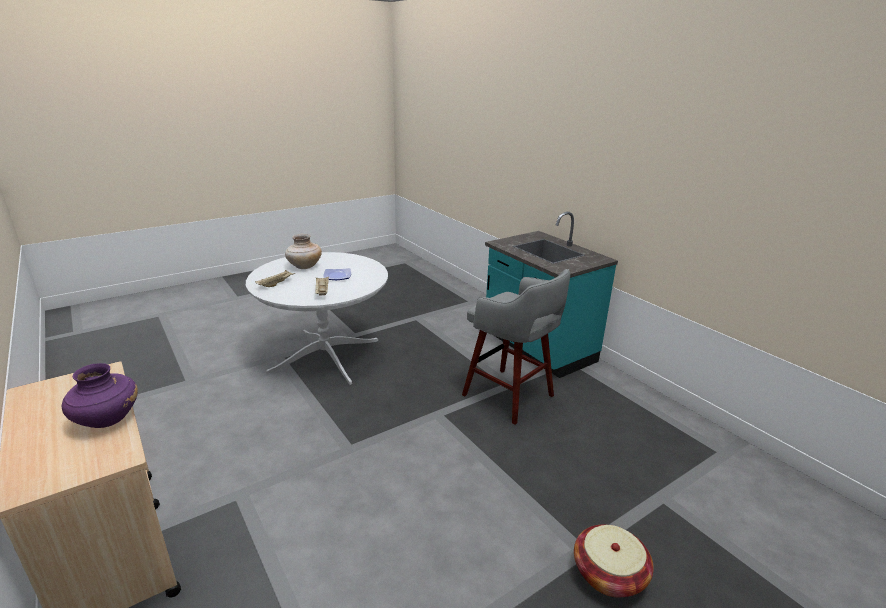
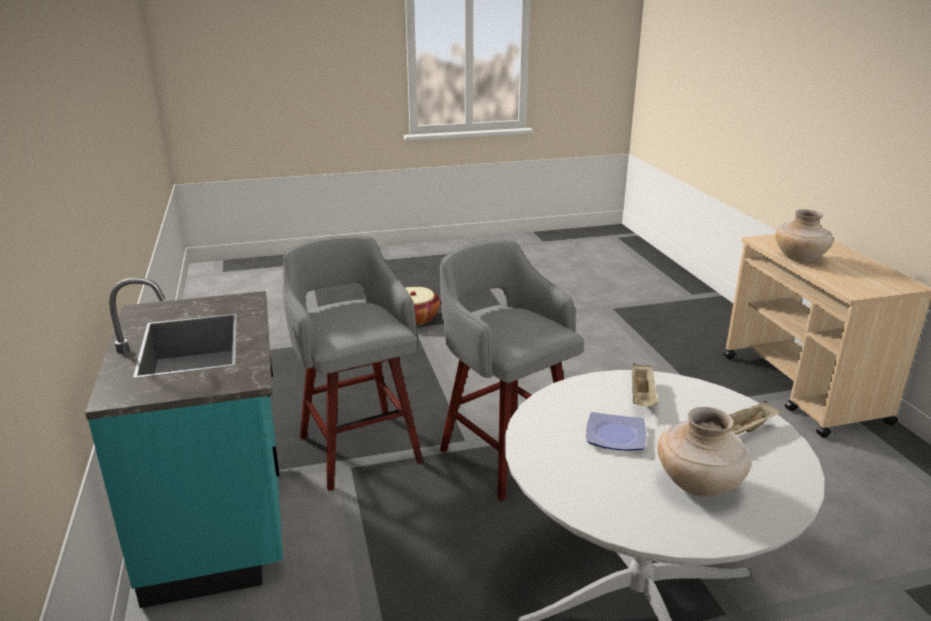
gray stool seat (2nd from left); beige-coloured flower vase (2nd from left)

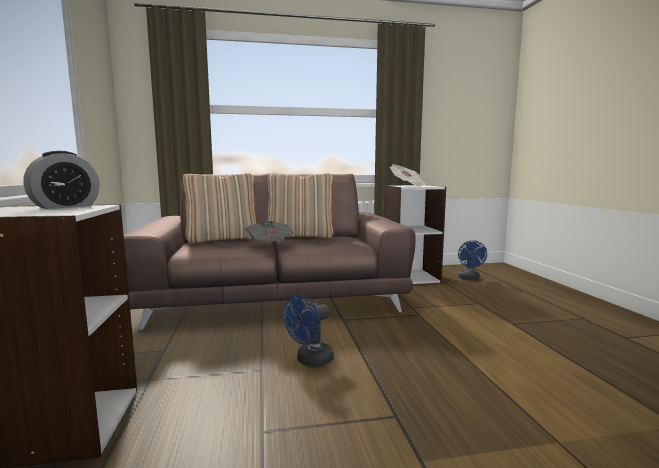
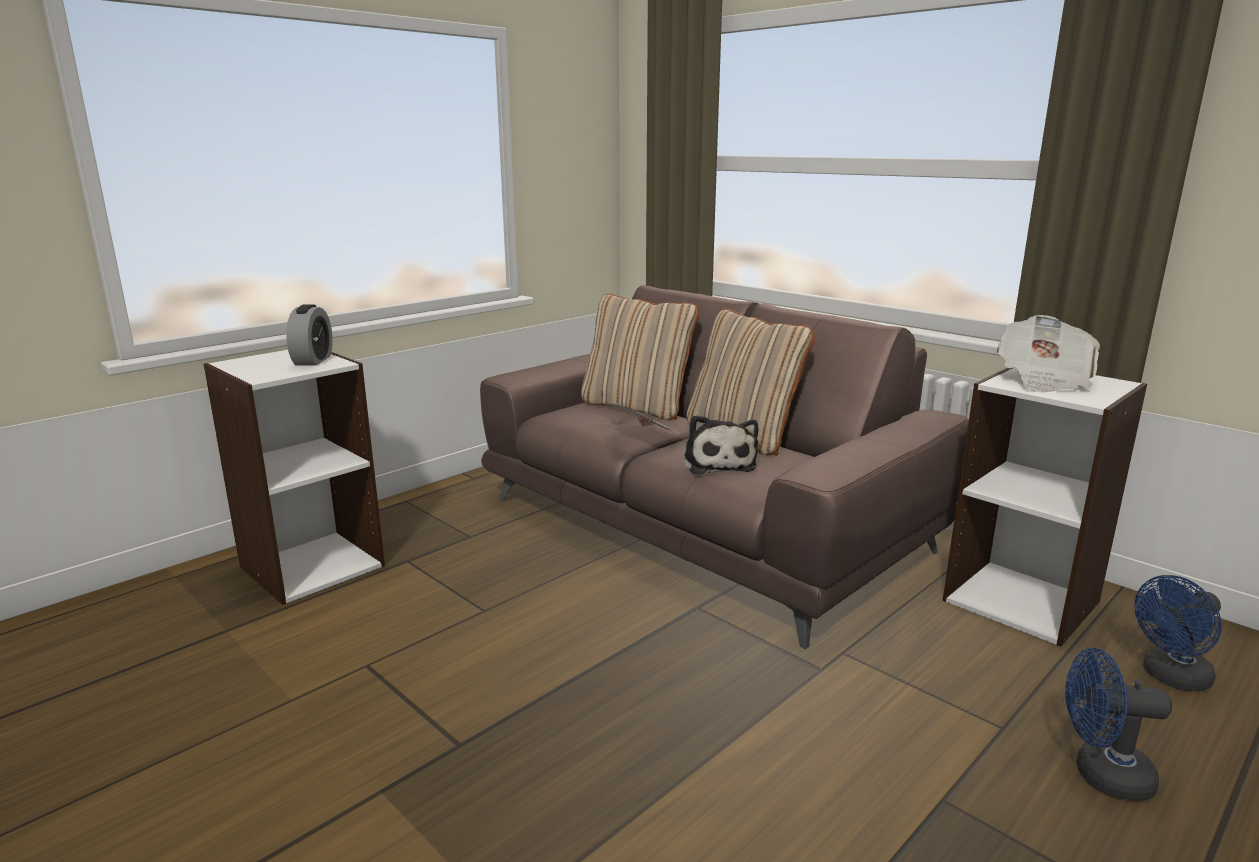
soft toy; blue-coloured fan (1st from left); bedside clock

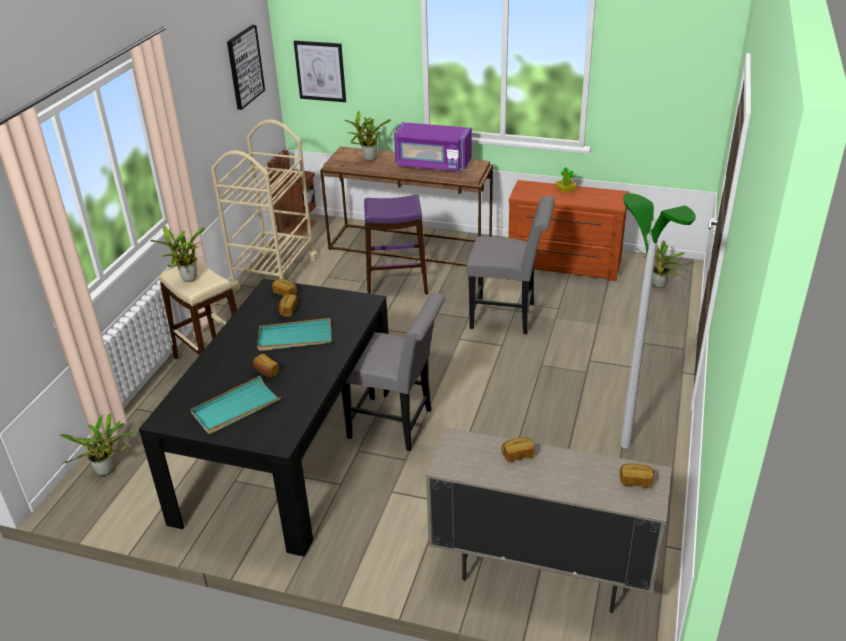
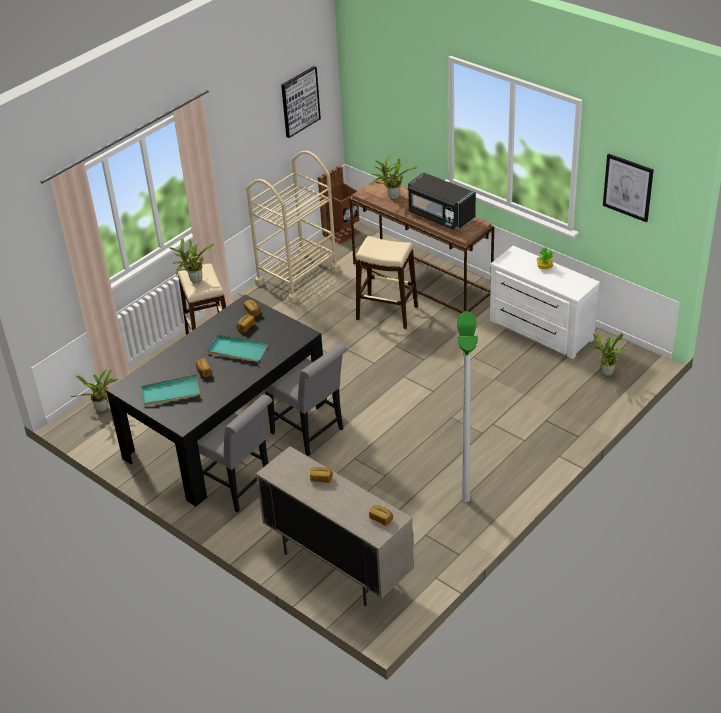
wall art (2nd from left); gray upright chair (1st from left); beige-coloured stool seat (2nd from left); black-coloured microwave oven; whitish dresser

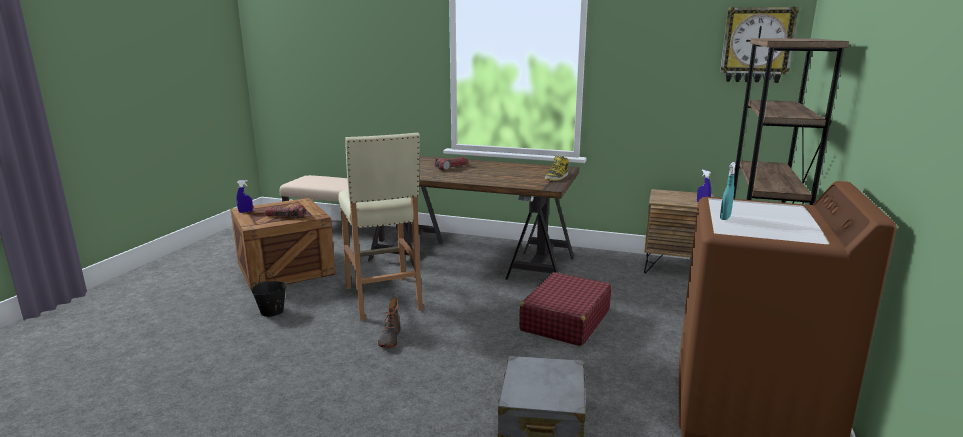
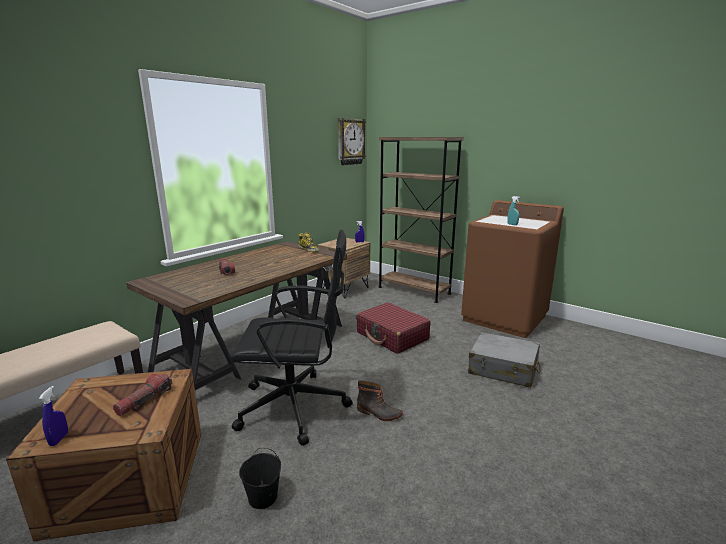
black-coloured desk chair

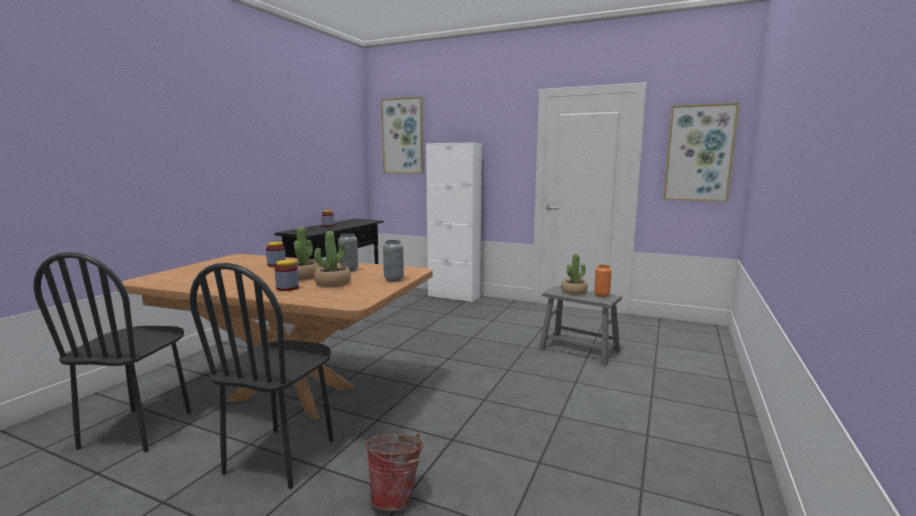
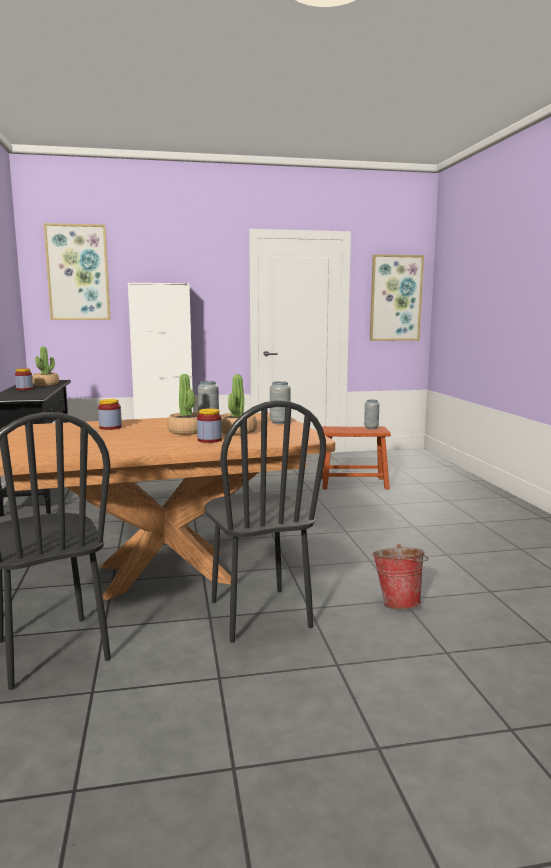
houseplant (1st from left); brown stool seat; gray flower vase (3rd from left)

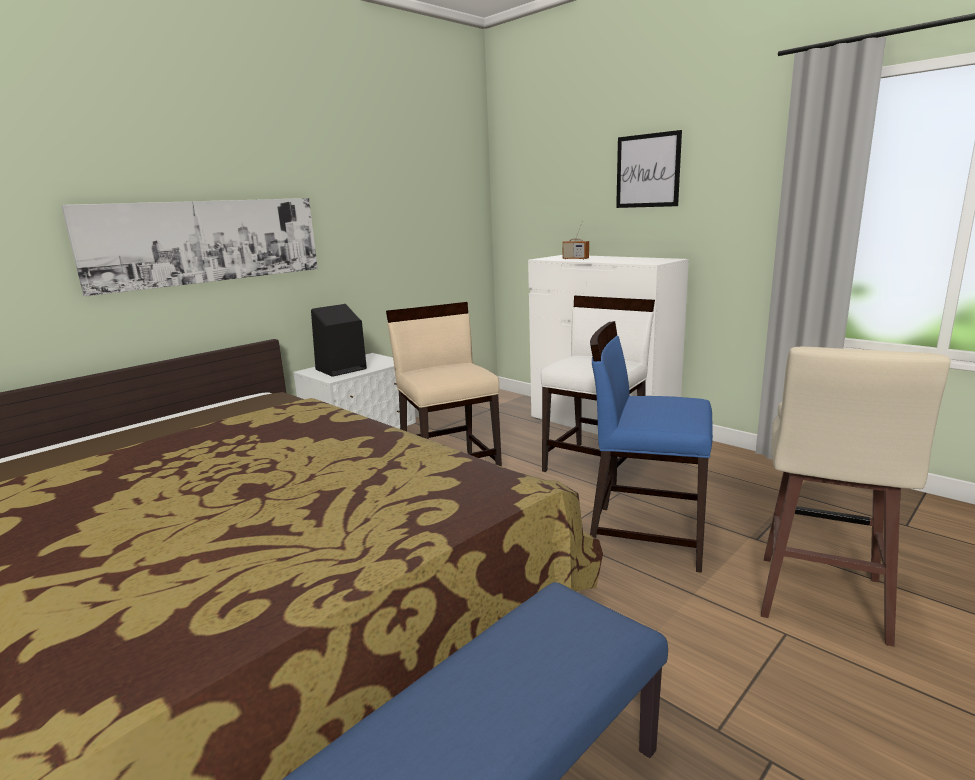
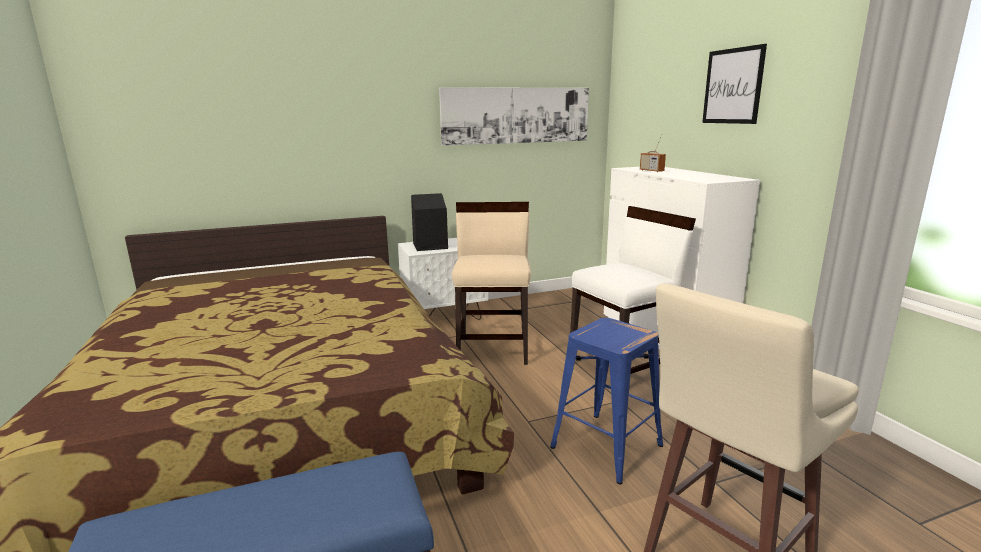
wall art (1st from left); blue-coloured stool seat

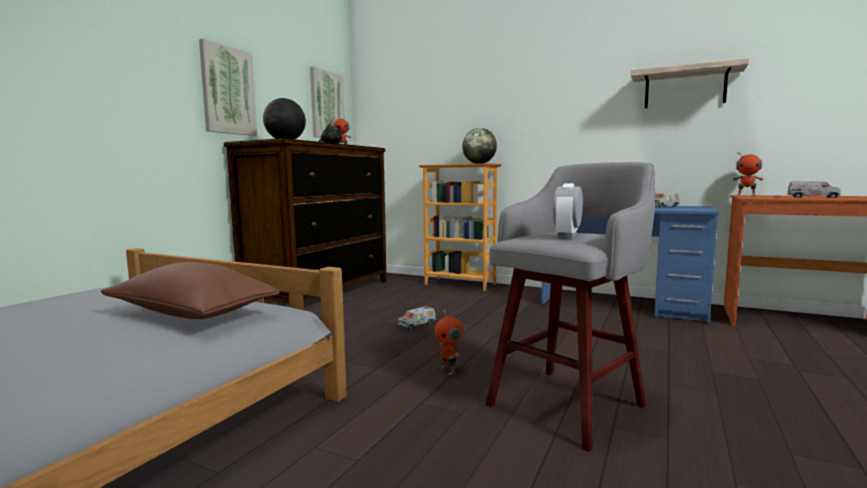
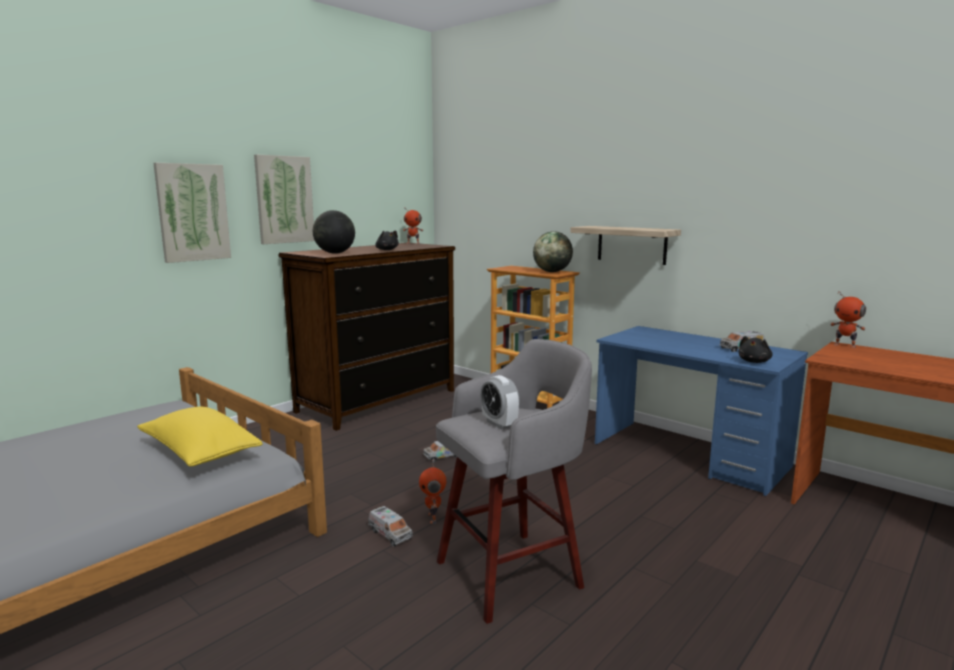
black-coloured soft toy (2nd from left); wall art (1st from left); bracket shelf; model truck (1st from left); yellow pillow; bedside clock

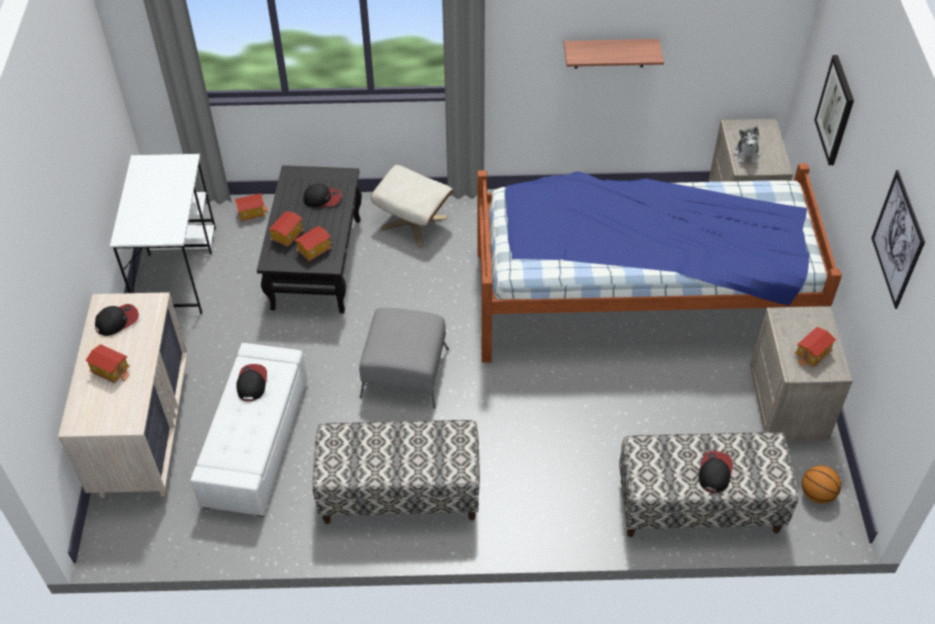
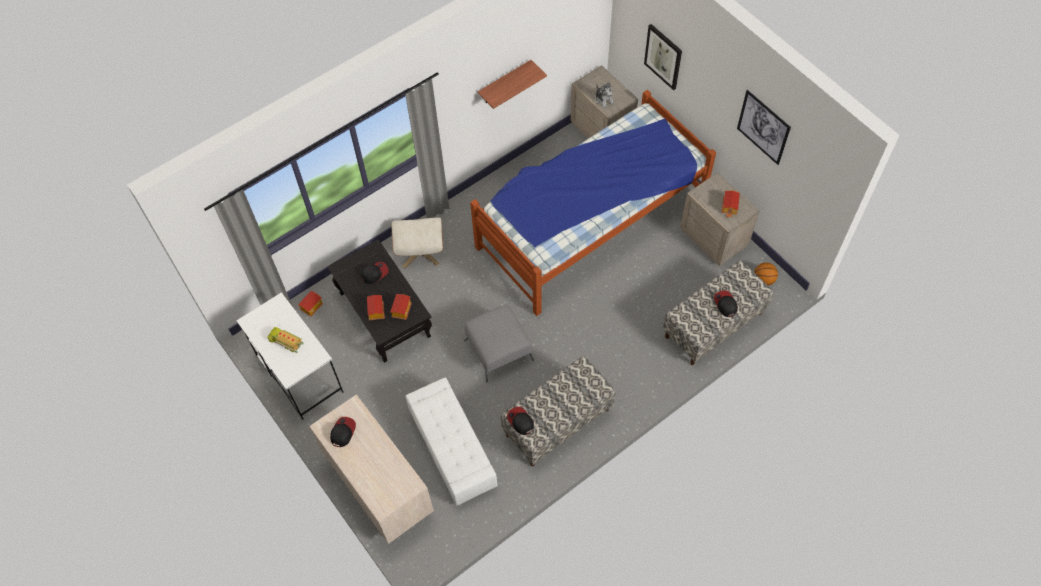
toy house (1st from left in the first image); model truck; cap (3rd from left)

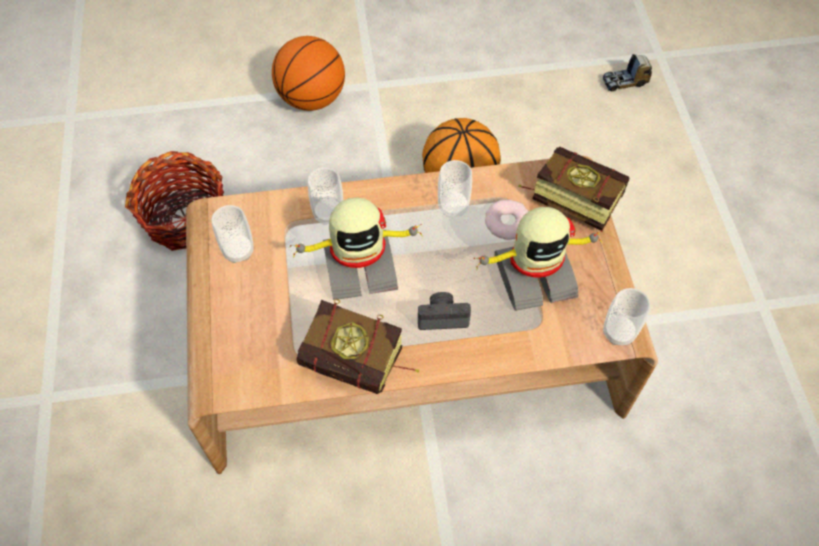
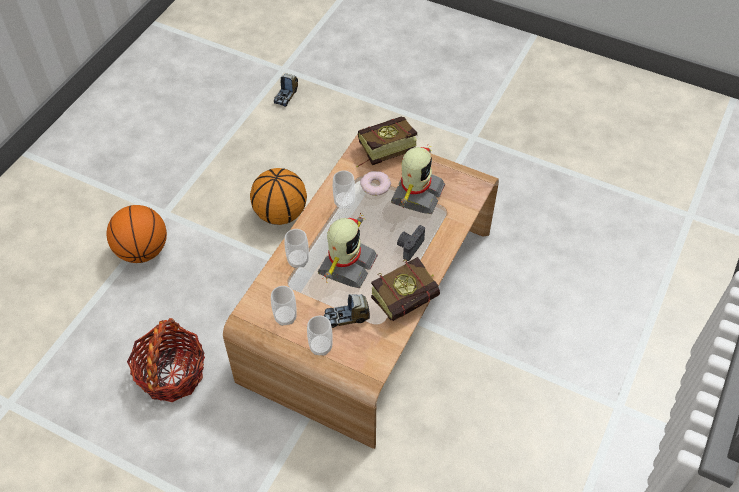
model truck (2nd from left); small cup (3rd from left)

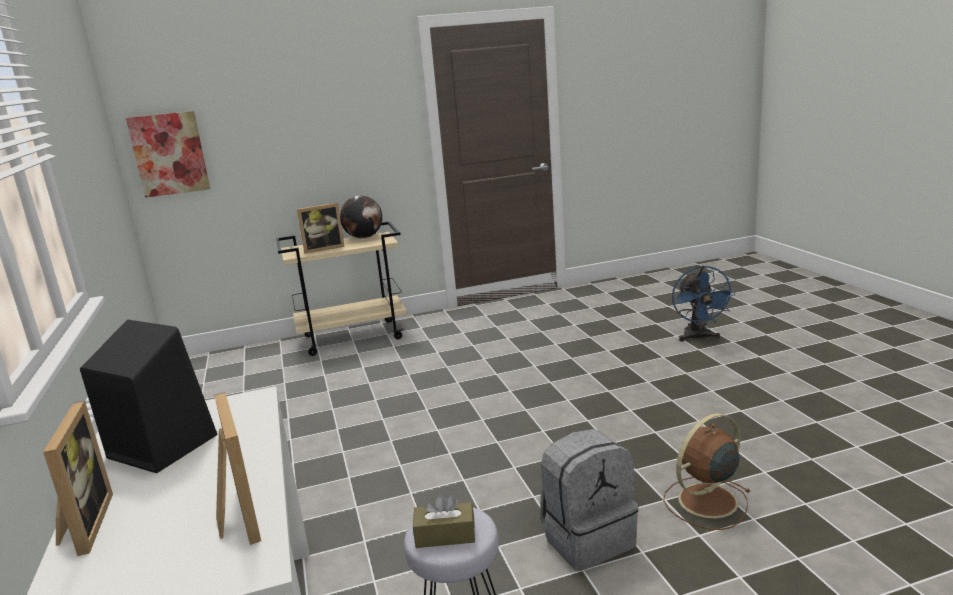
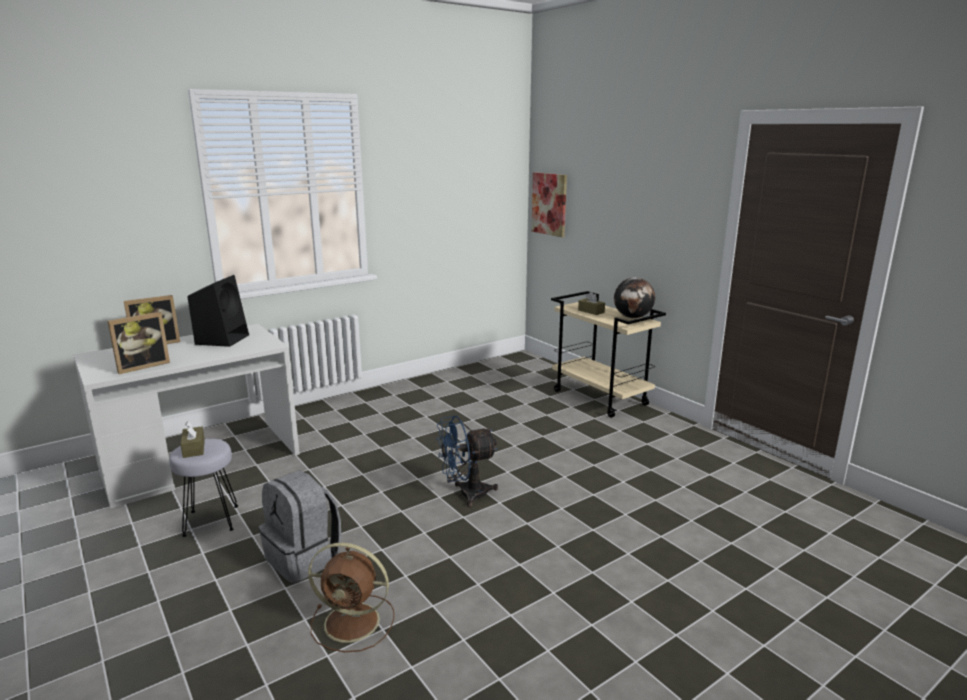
blue-coloured fan; brown tissue holder (2nd from left); brown fan

